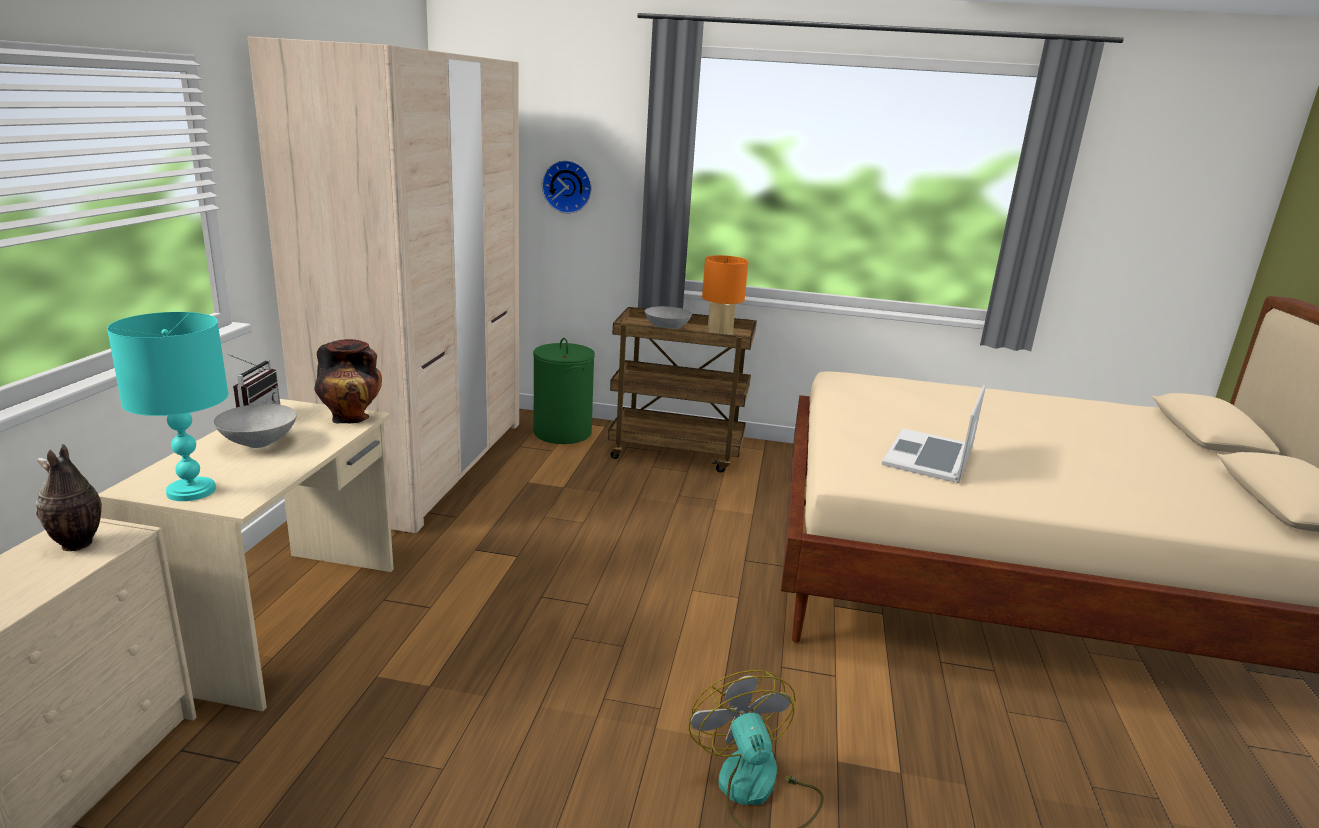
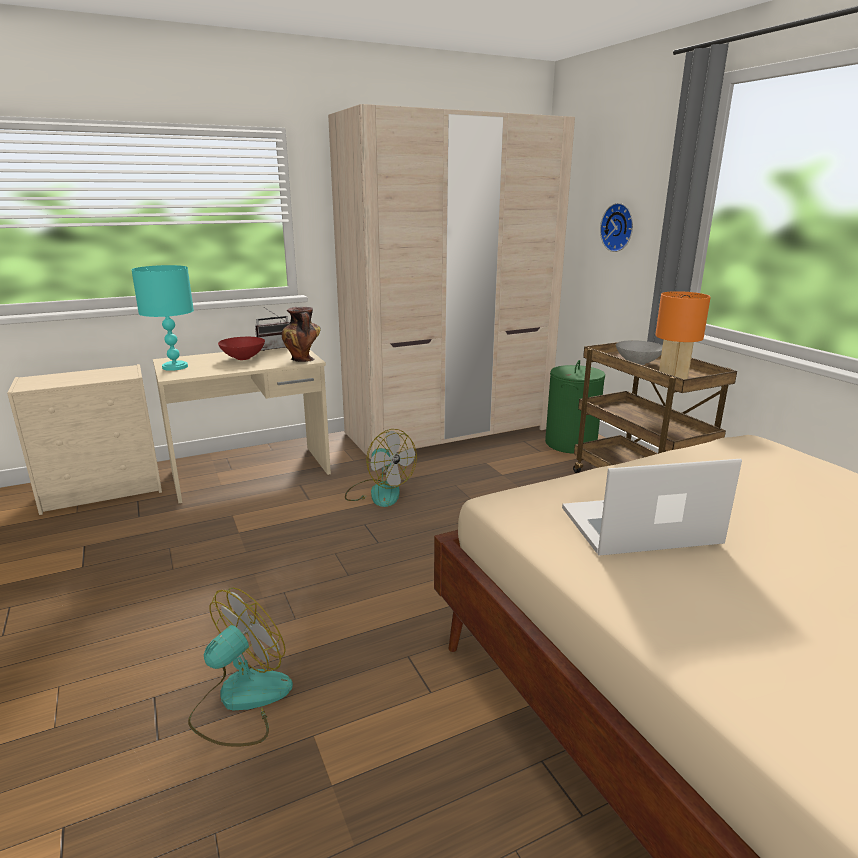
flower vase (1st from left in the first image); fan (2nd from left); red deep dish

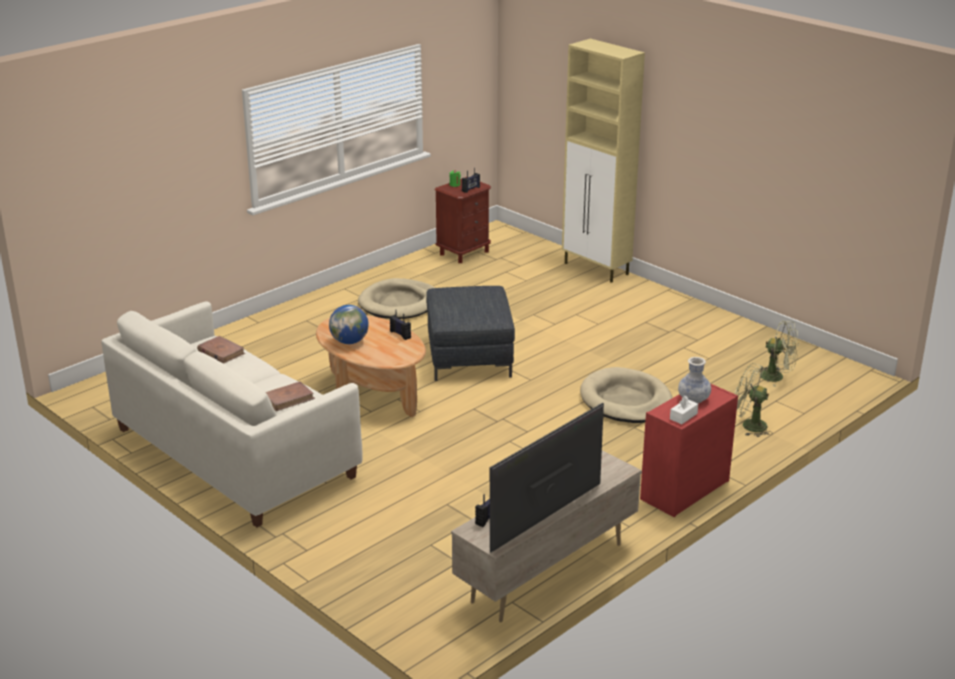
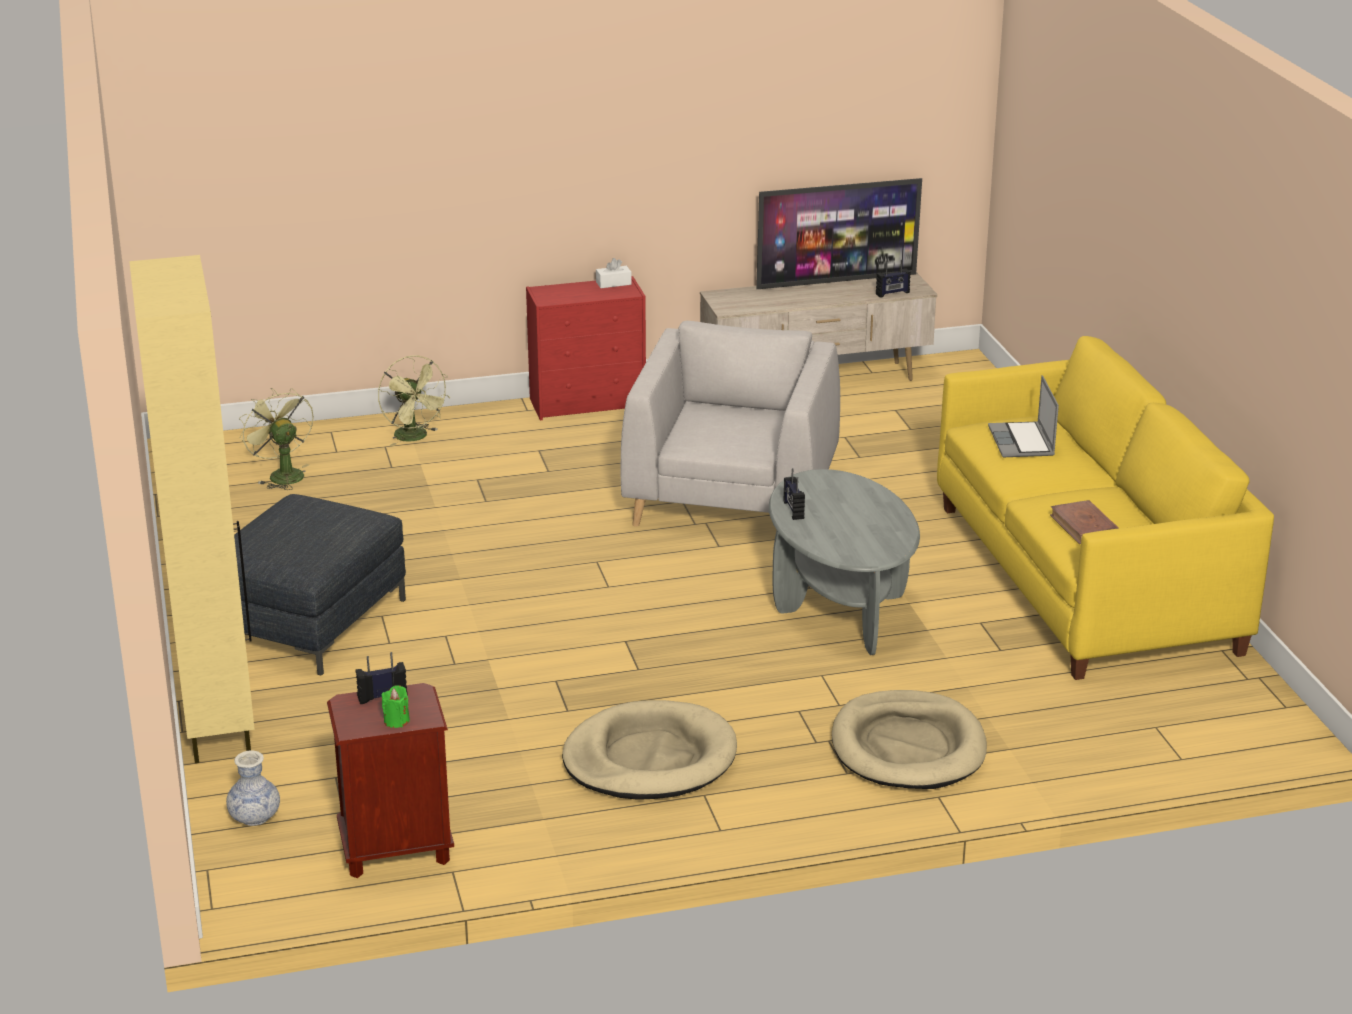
desk globe; gray armchair; gray ottoman; beige-coloured dog cushion (2nd from left); flower vase; portable computer; yellow sofa; gray low table

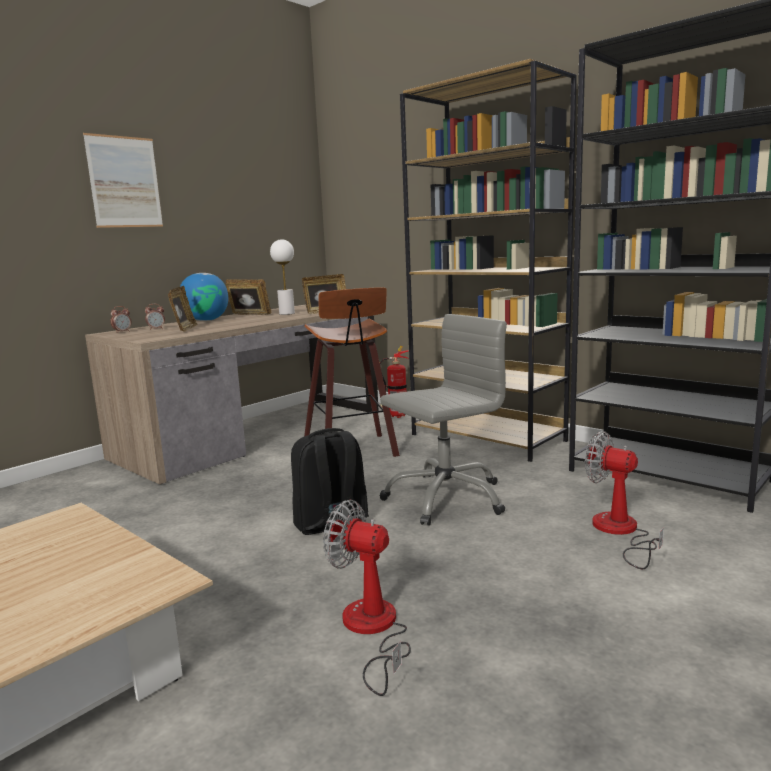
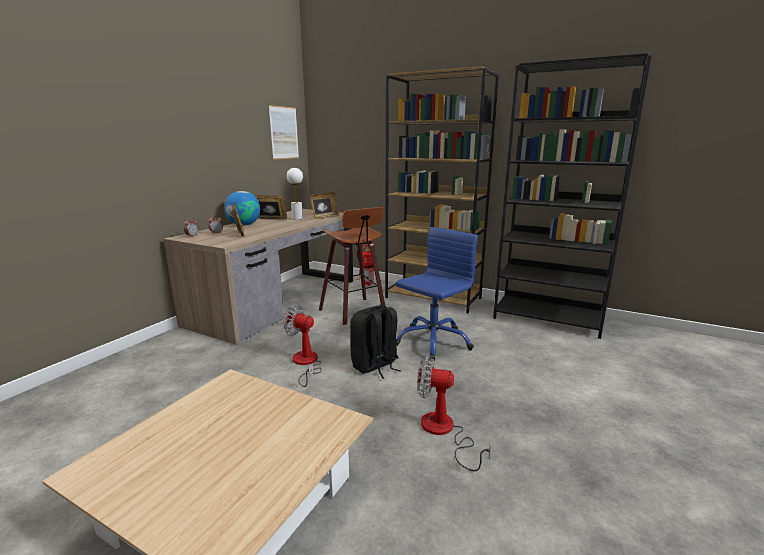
wall art; fan (1st from left); blue-coloured desk chair

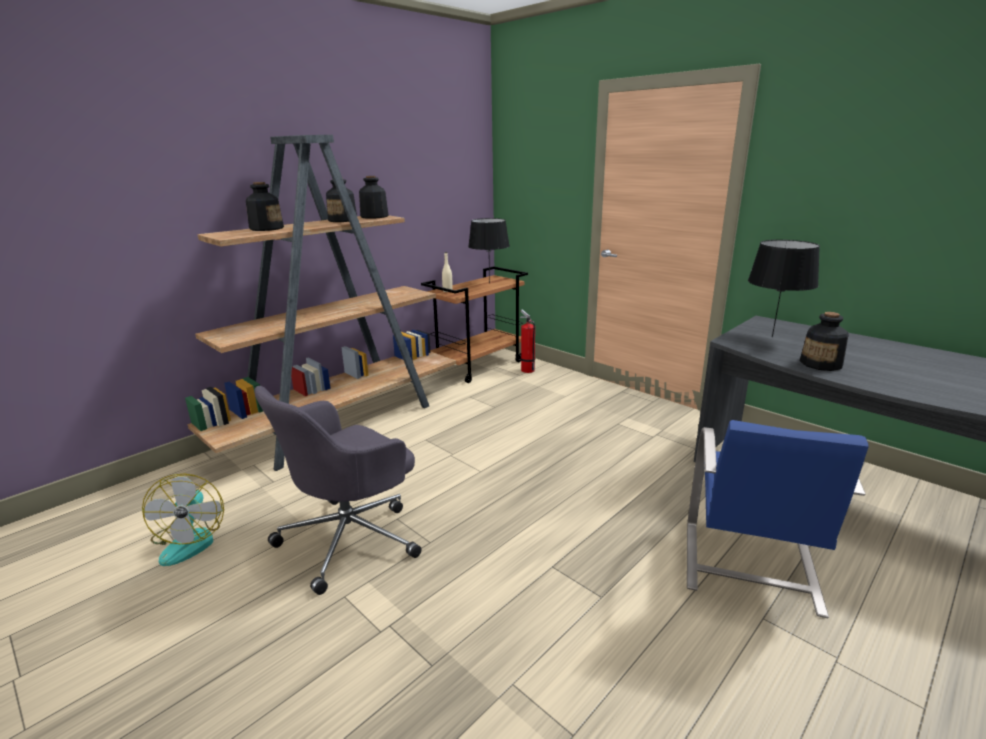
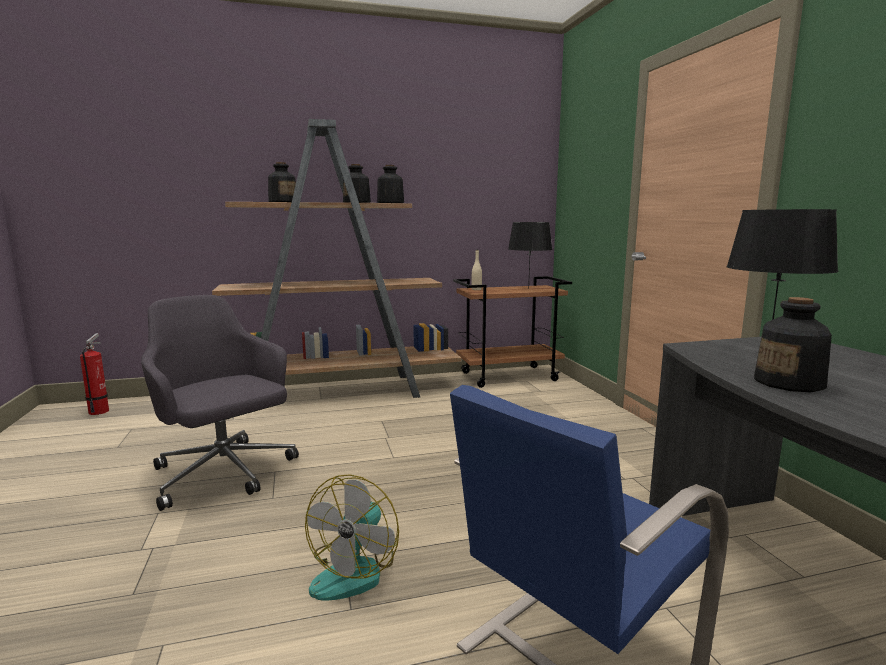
fan; extinguisher; gray desk chair

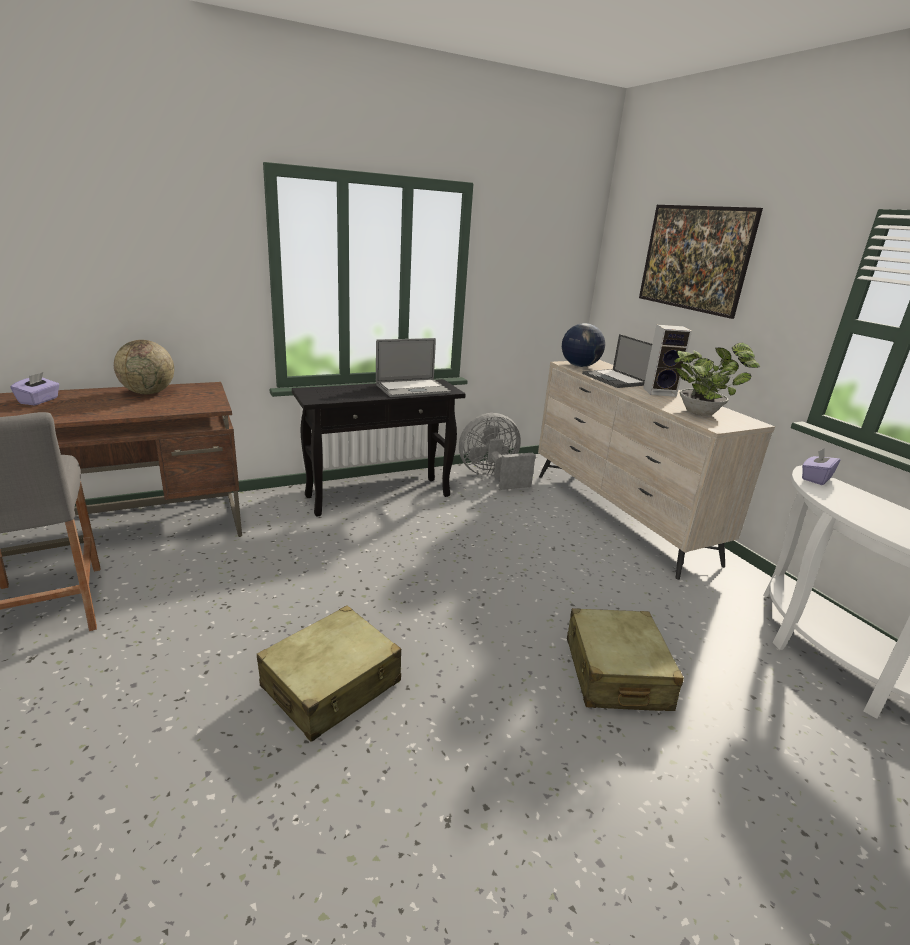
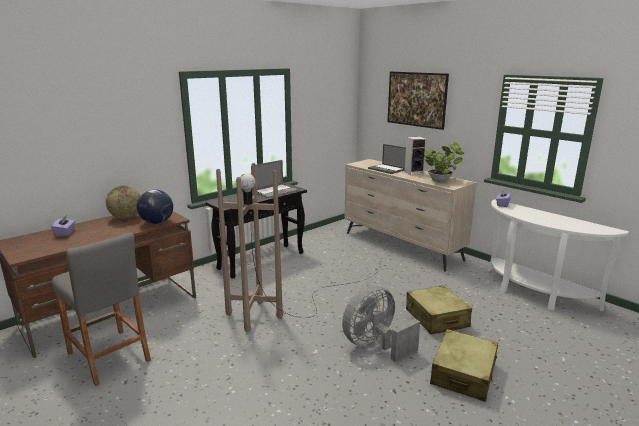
brown standing lamp; beige-coloured suitcase (2nd from left); gray fan; desk globe (2nd from left)

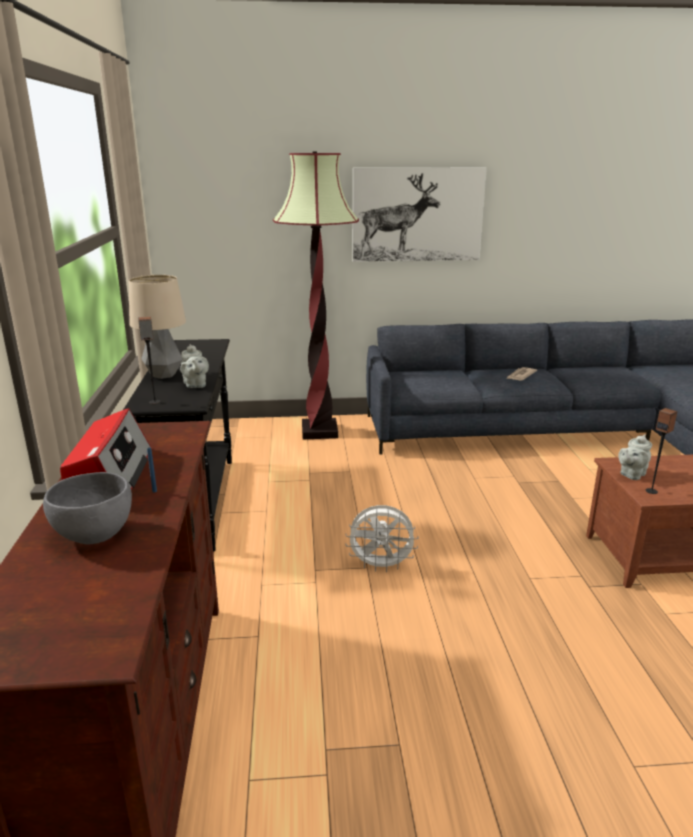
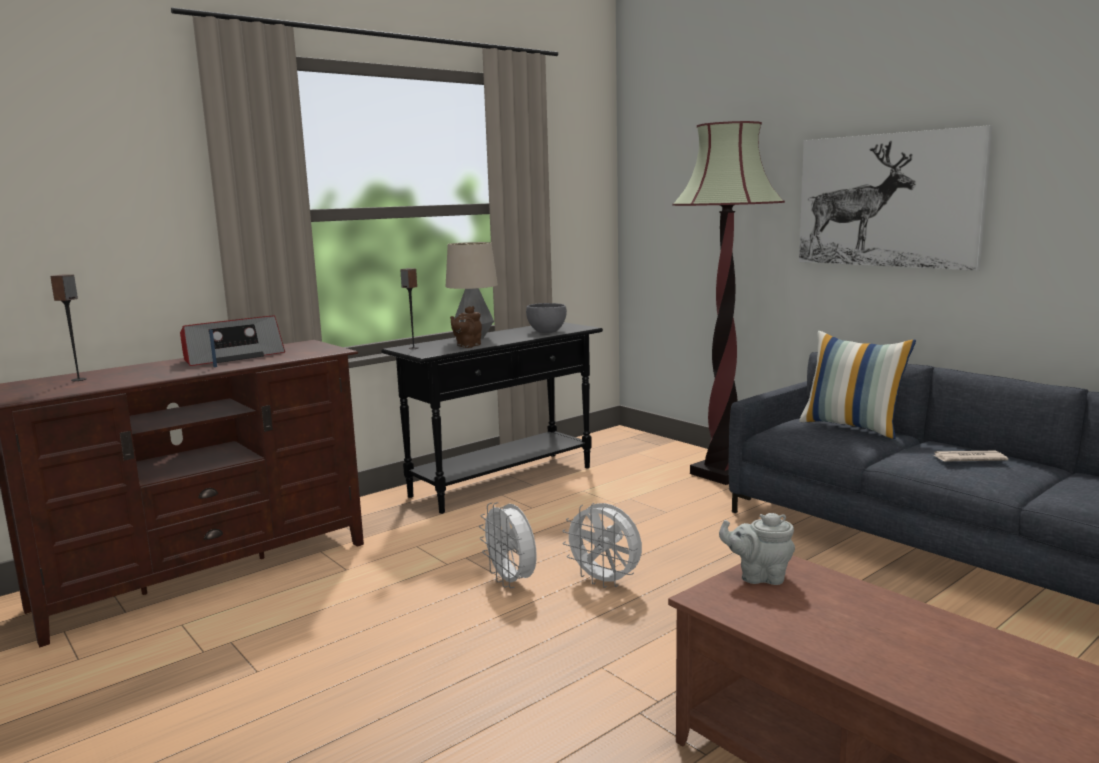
whitish fan (2nd from left); pillow; gray deep dish; audio speaker (1st from left); brown teapot

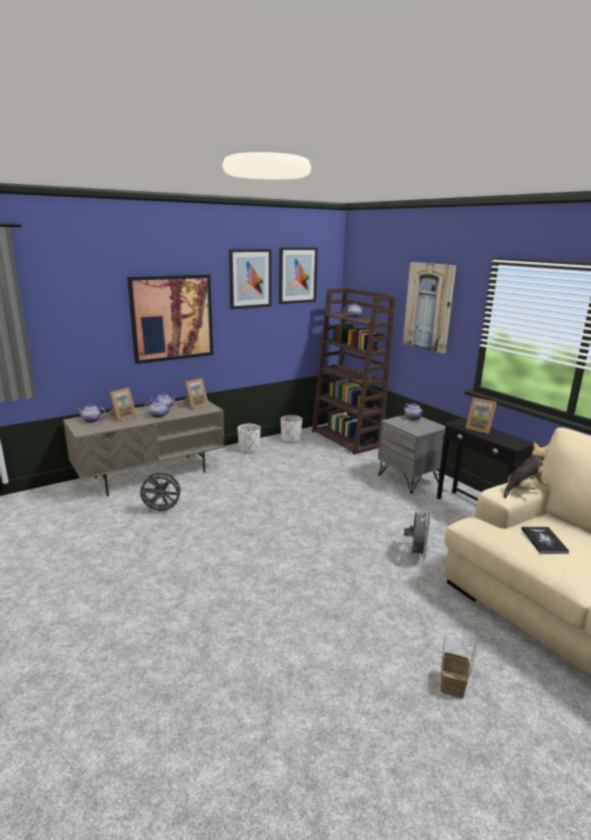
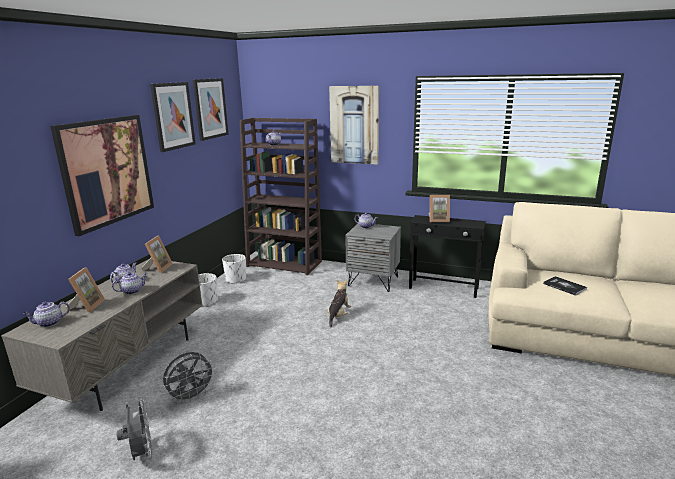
storage basket; gray fan (1st from left); soft toy

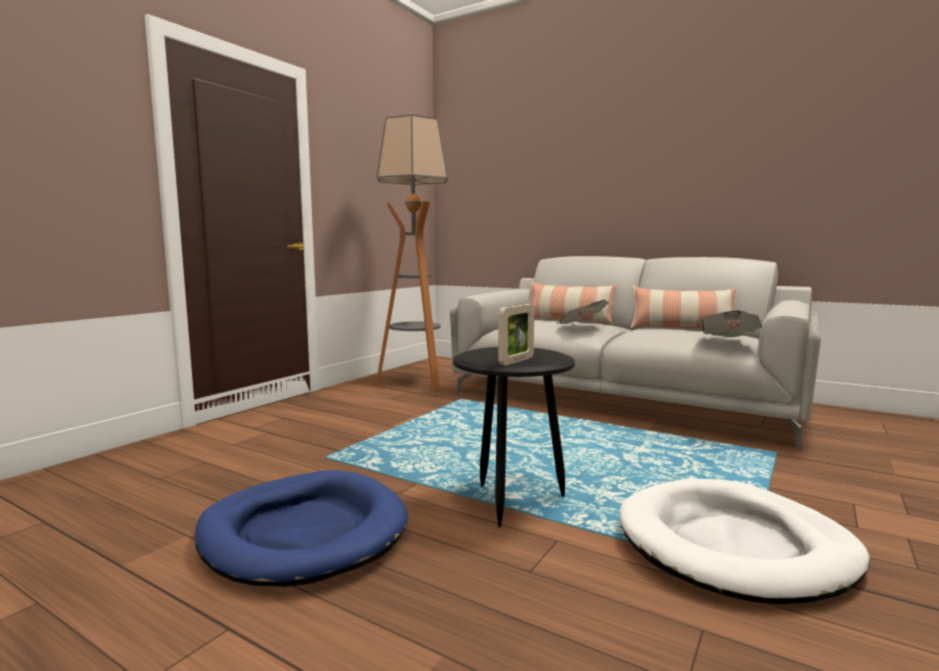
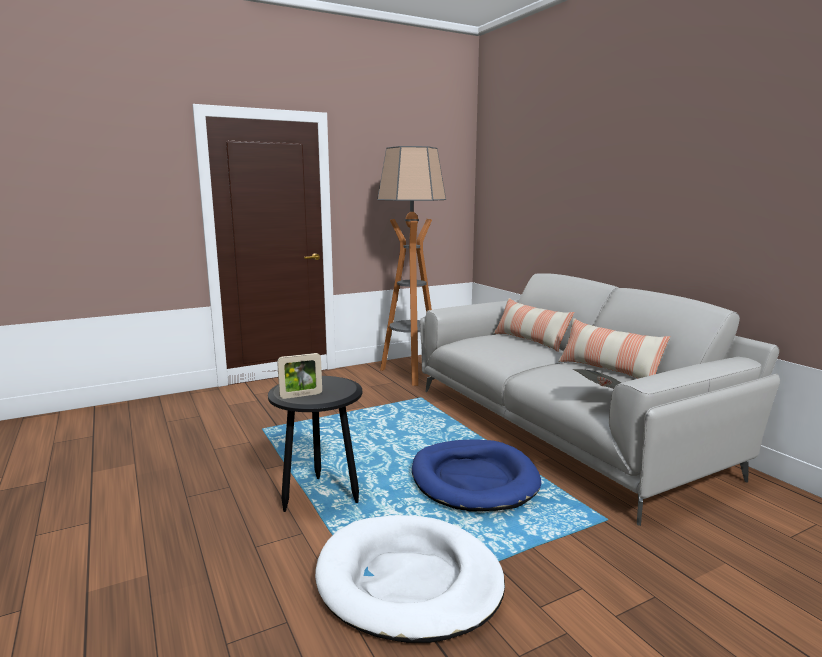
newspaper (1st from left in the first image); blue-coloured dog cushion

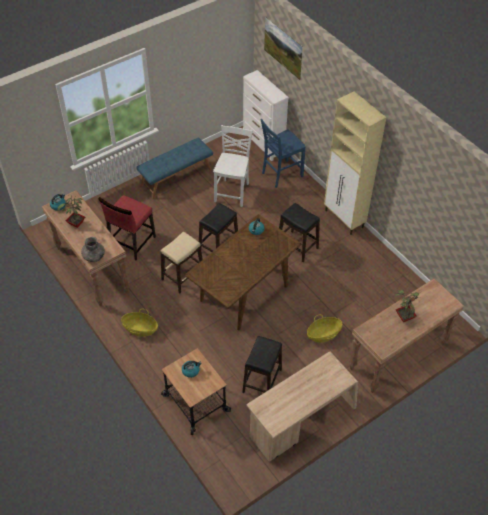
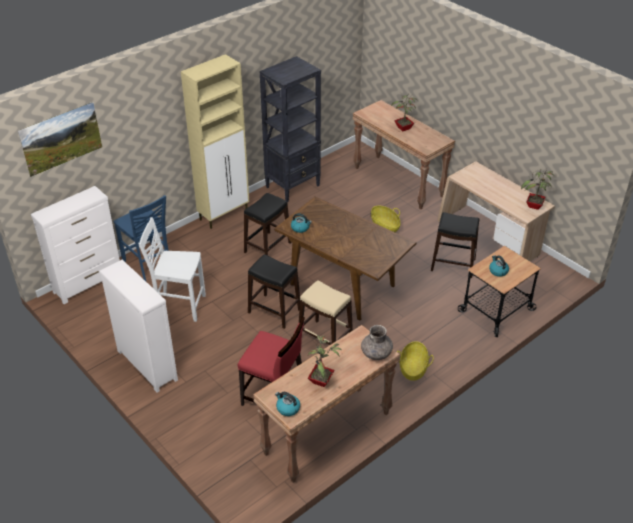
black-coloured bookshelf; houseplant (3rd from left); whitish dresser (2nd from left)

